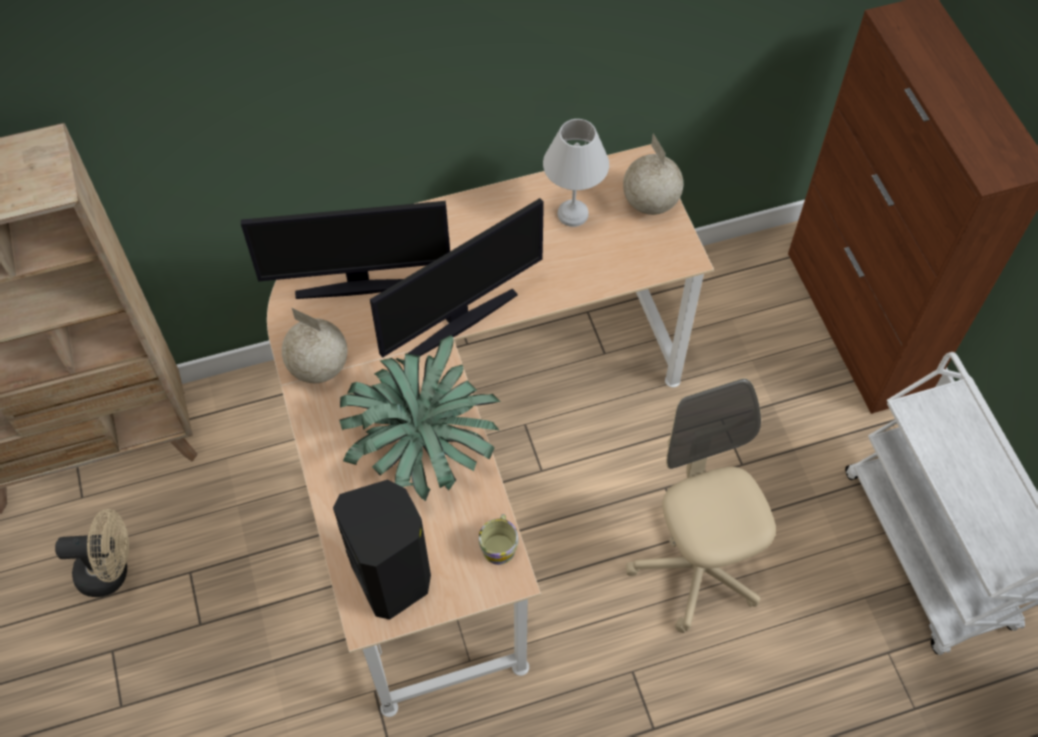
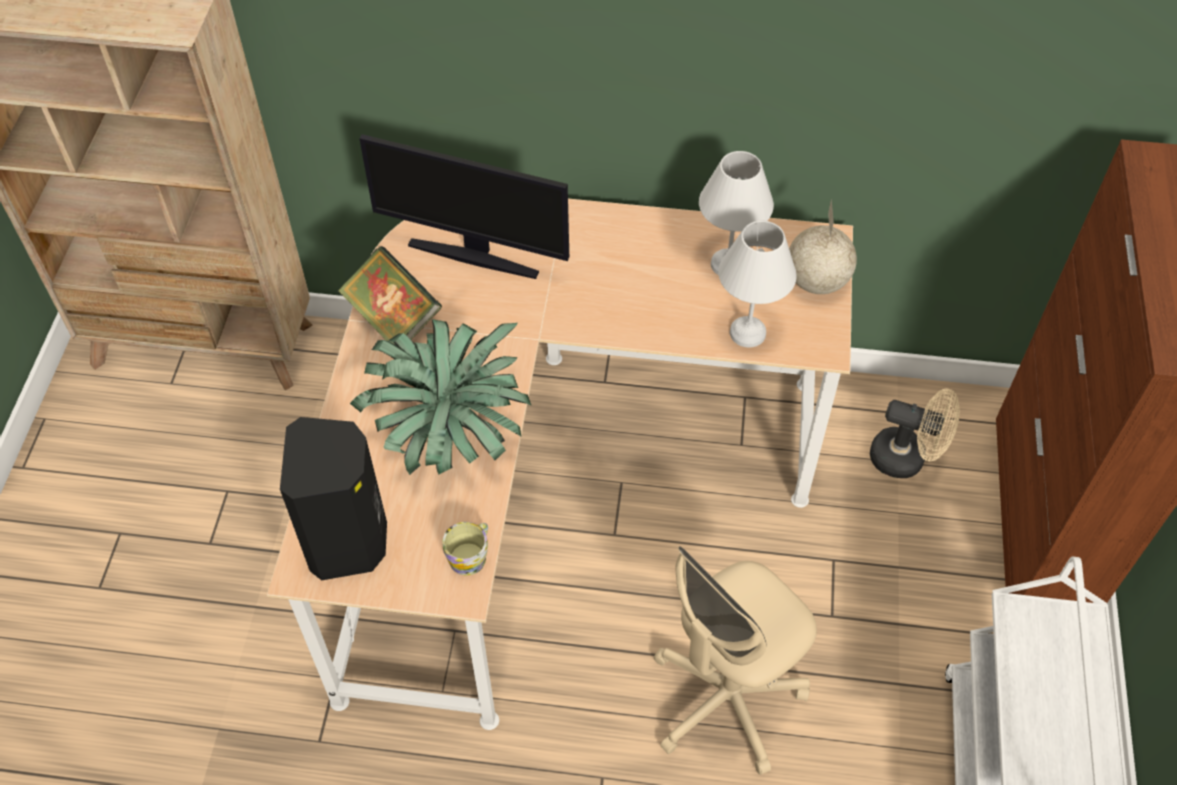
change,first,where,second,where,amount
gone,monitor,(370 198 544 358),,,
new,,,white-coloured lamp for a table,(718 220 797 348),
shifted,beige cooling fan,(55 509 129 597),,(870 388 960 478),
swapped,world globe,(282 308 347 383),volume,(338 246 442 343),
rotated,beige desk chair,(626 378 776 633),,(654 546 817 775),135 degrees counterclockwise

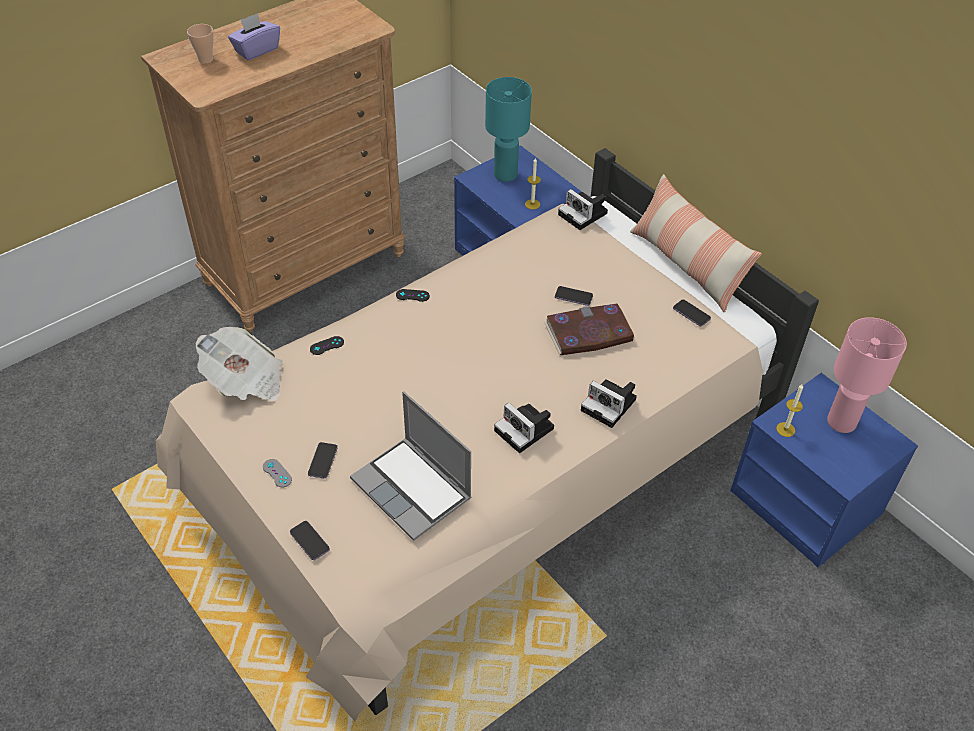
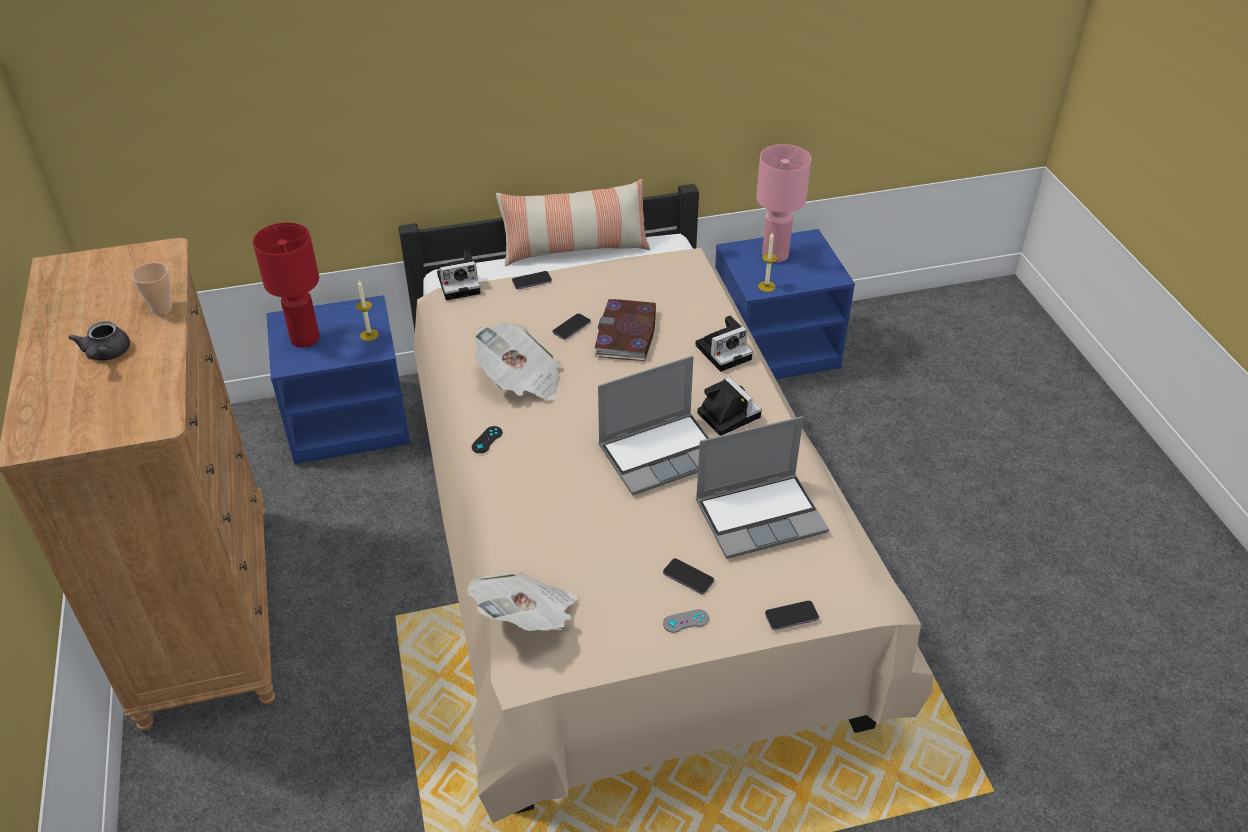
change,first,where,second,where,amount
gone,black gamepad,(310 336 344 355),,,
new,,,printed paper,(474 323 561 400),
new,,,laptop,(598 356 709 495),
shifted,small cup,(187 24 214 63),,(132 263 172 315),
shifted,phone,(673 299 711 326),,(512 271 552 289),
swapped,purple tissue box,(228 13 280 61),grey tea pot,(69 321 130 361),
repainted,turquoise-coloured lamp for a table,(485 77 532 182),red lamp for a table,(253 222 320 348),
rotated,still camera,(494 402 554 453),,(698 377 762 436),105 degrees counterclockwise

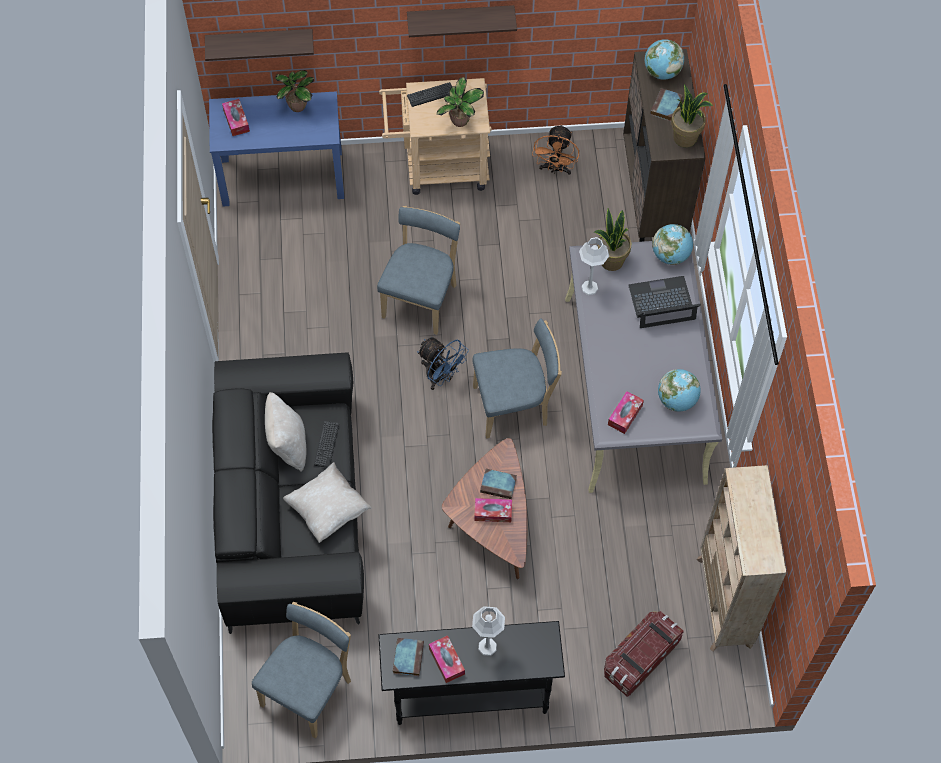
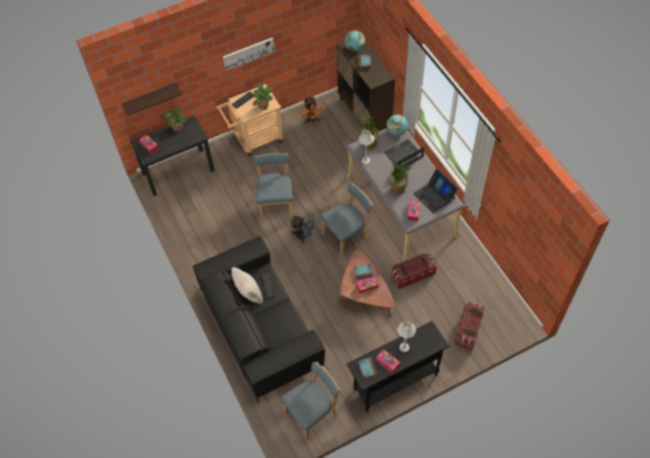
change,first,where,second,where,amount
gone,beige throw pillow,(283 462 372 543),,,
gone,beige bookshelf,(696 465 787 652),,,
new,,,storage bin,(391 253 437 289),
shifted,plant in a pot,(671 84 713 147),,(389 162 411 195),
swapped,bracket shelf,(407 5 517 37),picture,(223 37 275 71),
swapped,world globe,(658 369 701 412),laptop,(413 168 458 214),
repainted,bluish desk,(209 91 344 206),black desk,(130 115 215 196),
rotated,bluish upright chair,(252 602 351 739),,(282 362 340 440),45 degrees clockwise

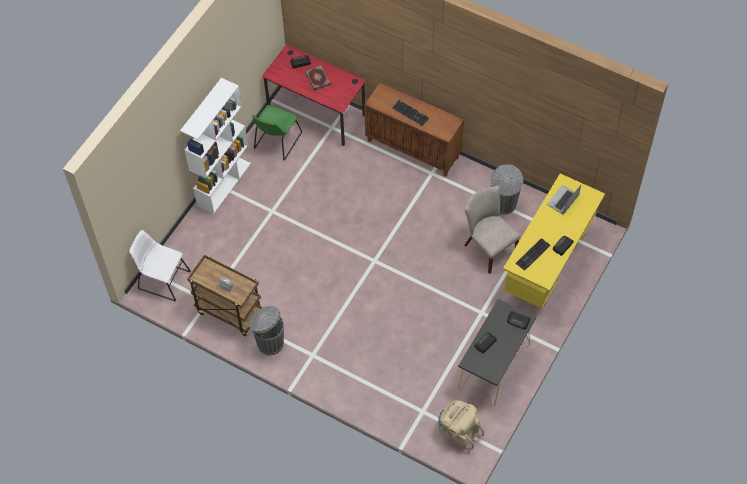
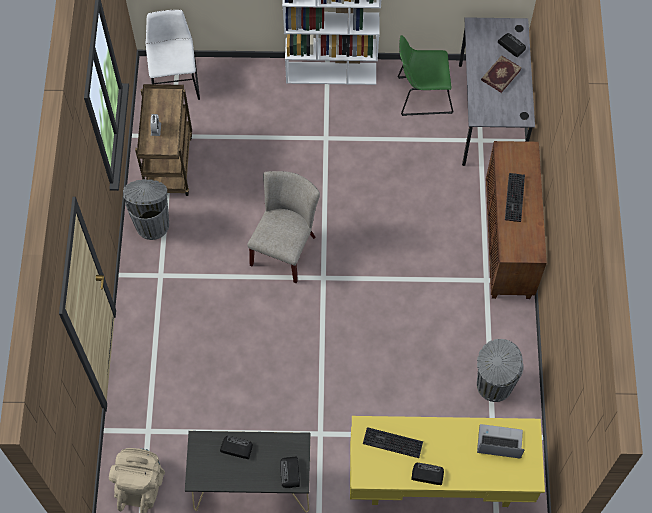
change,first,where,second,where,amount
shifted,beige upright chair,(465 186 521 274),,(247 171 320 283),
repainted,red desk,(262 45 366 146),grey desk,(459 17 535 166),

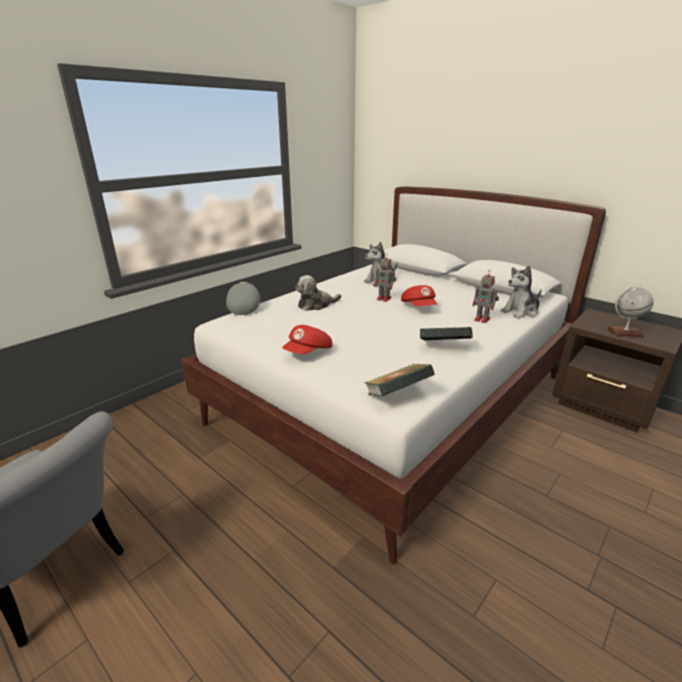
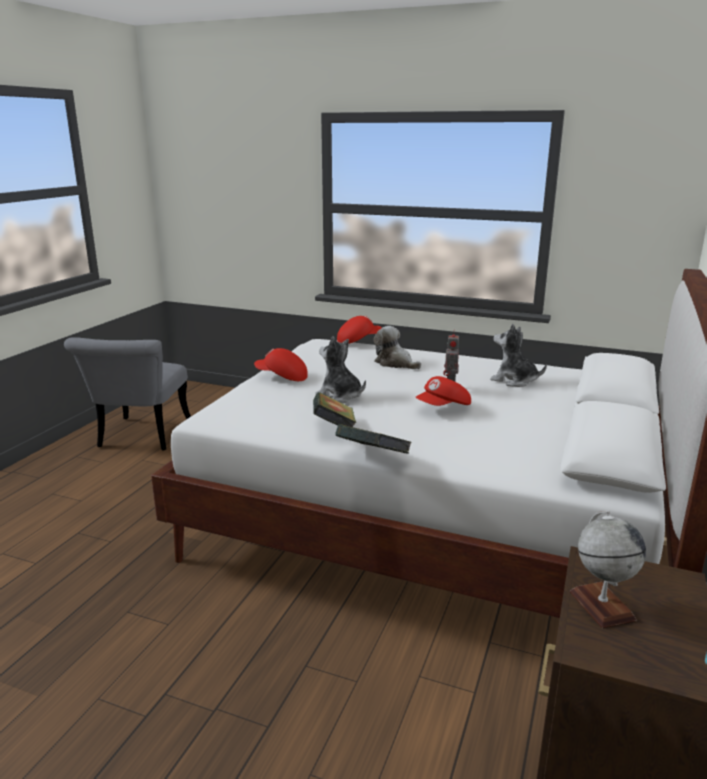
change,first,where,second,where,amount
gone,toy robot,(472 273 499 323),,,
shifted,volume,(364 364 435 397),,(335 424 412 454),
shifted,plush toy,(501 265 542 318),,(315 336 366 403),
repainted,grey peaked cap,(226 282 260 315),red peaked cap,(337 316 382 344),

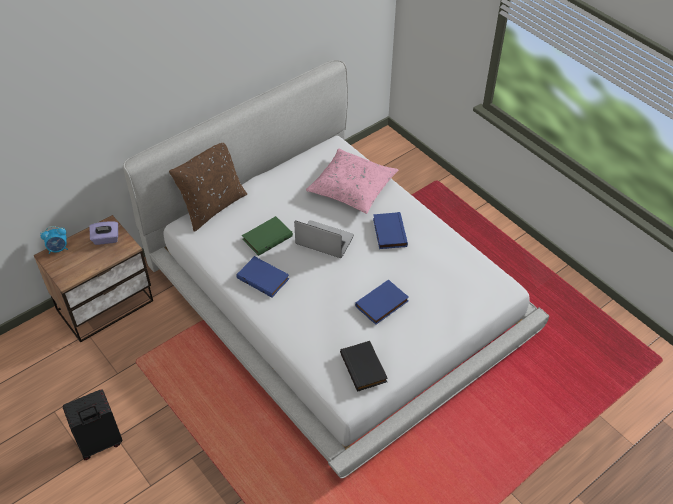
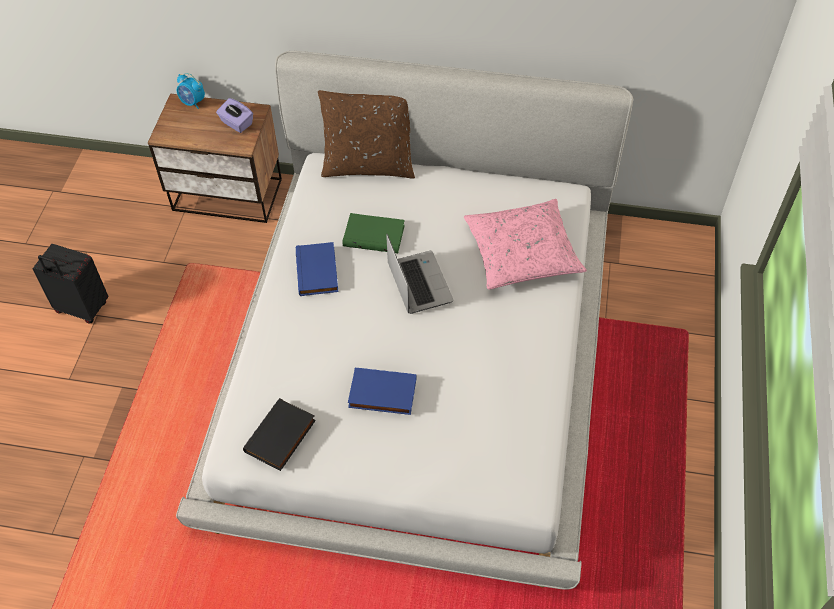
change,first,where,second,where,amount
gone,bluish volume,(373 212 408 249),,,

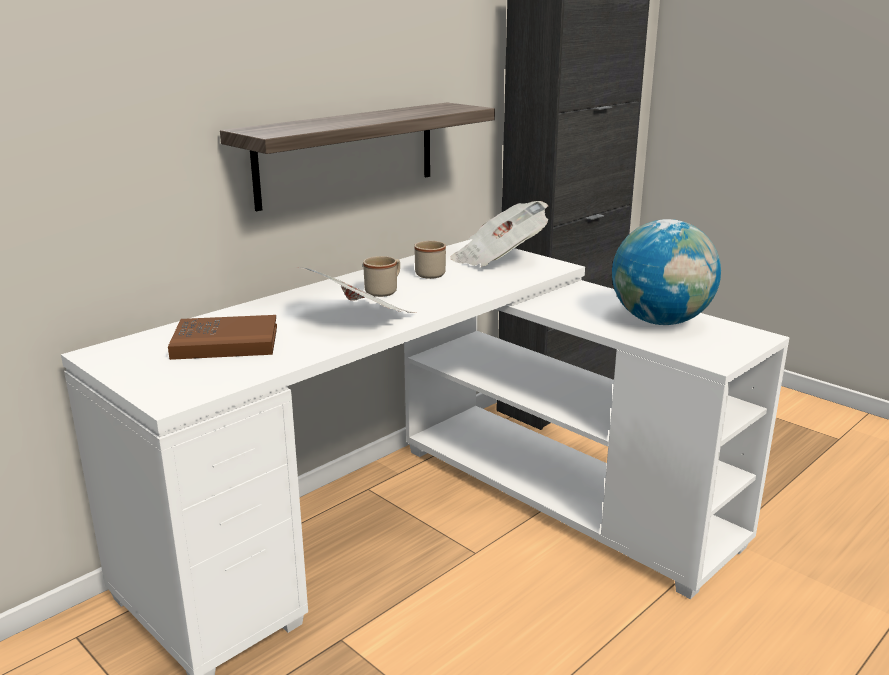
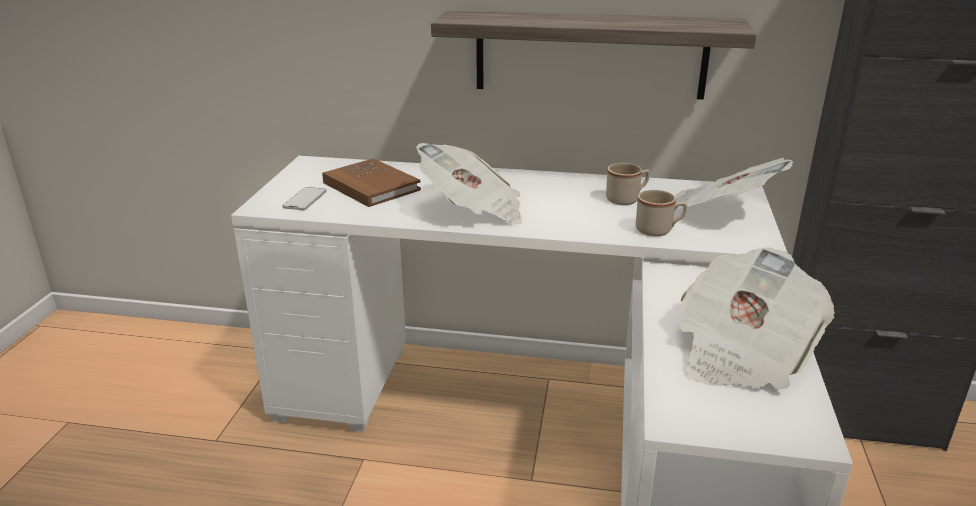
change,first,where,second,where,amount
new,,,phone,(283 187 327 210),
shifted,beige mug,(363 256 400 297),,(636 190 687 237),
swapped,world globe,(612 219 721 325),printed paper,(679 247 835 390),

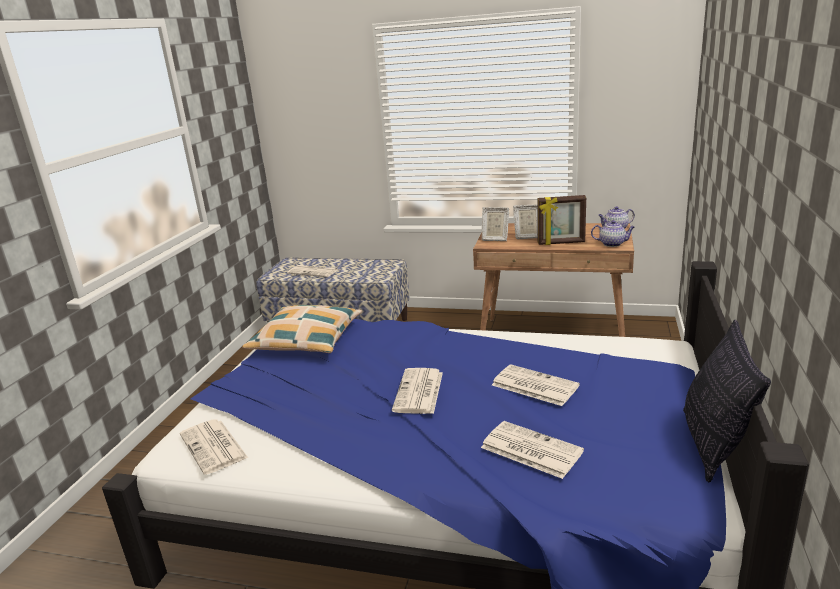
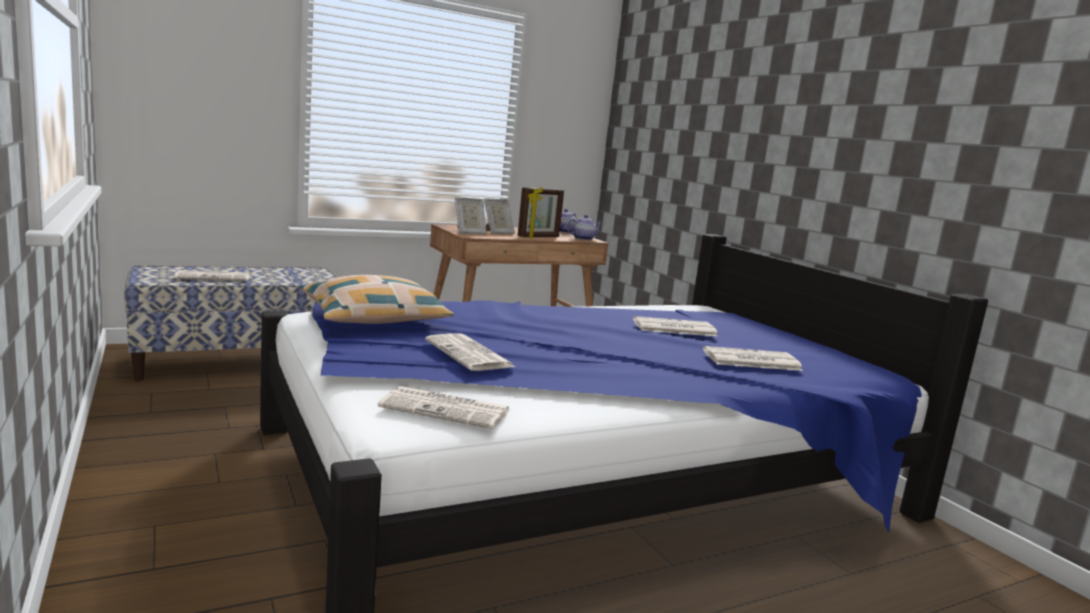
change,first,where,second,where,amount
gone,throw pillow,(683 320 771 483),,,
shifted,printed paper,(392 368 443 414),,(425 334 515 371),

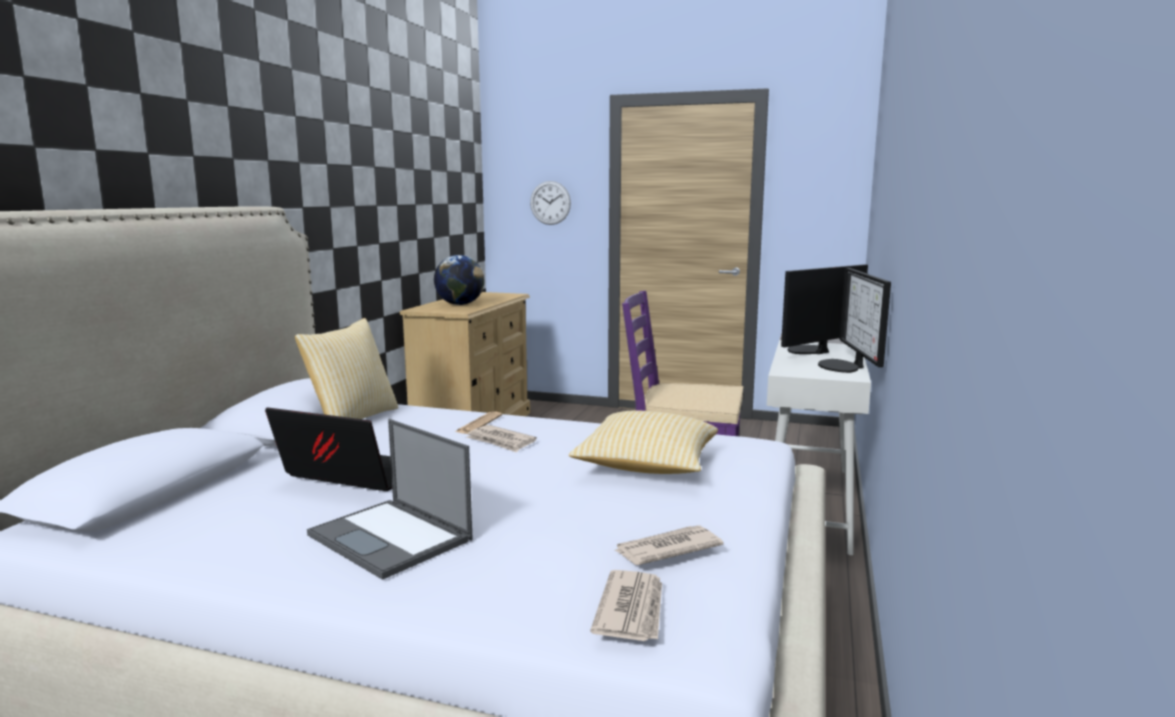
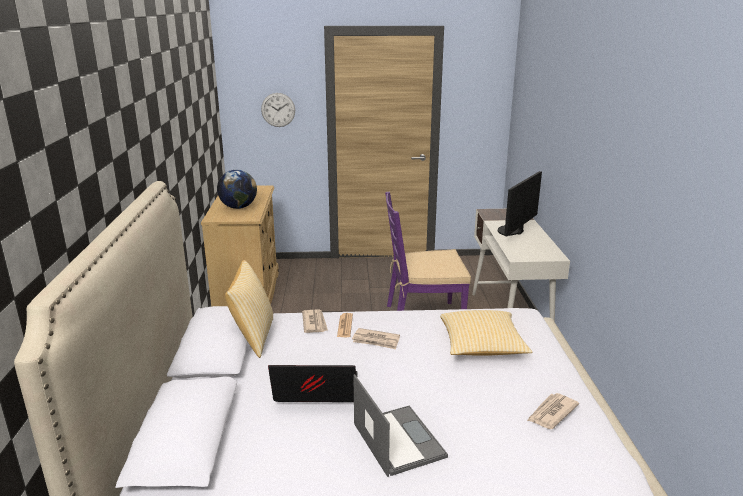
change,first,where,second,where,amount
gone,monitor,(818 268 891 373),,,
shifted,printed paper,(590 570 662 641),,(302 310 328 333),
rotated,laptop,(307 419 473 580),,(353 374 448 477),135 degrees counterclockwise

